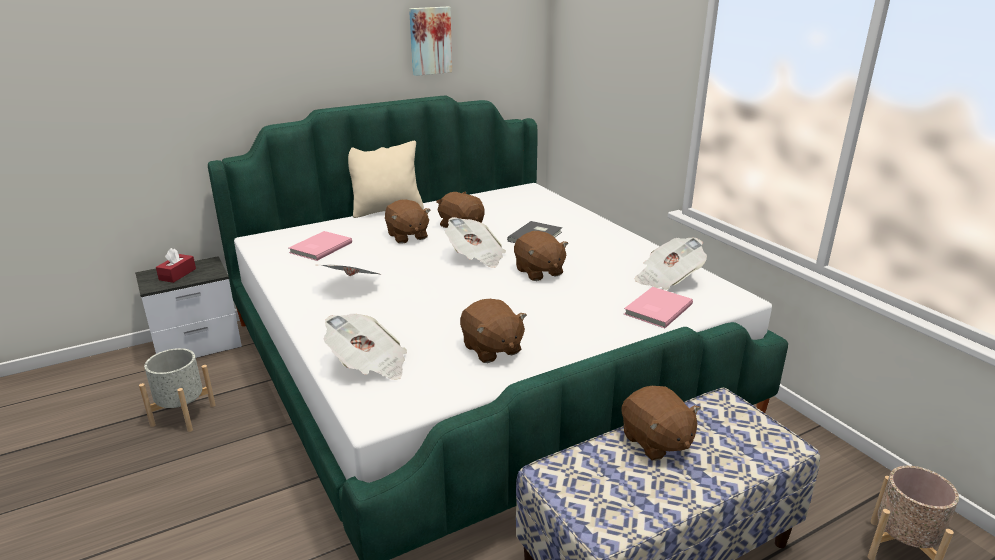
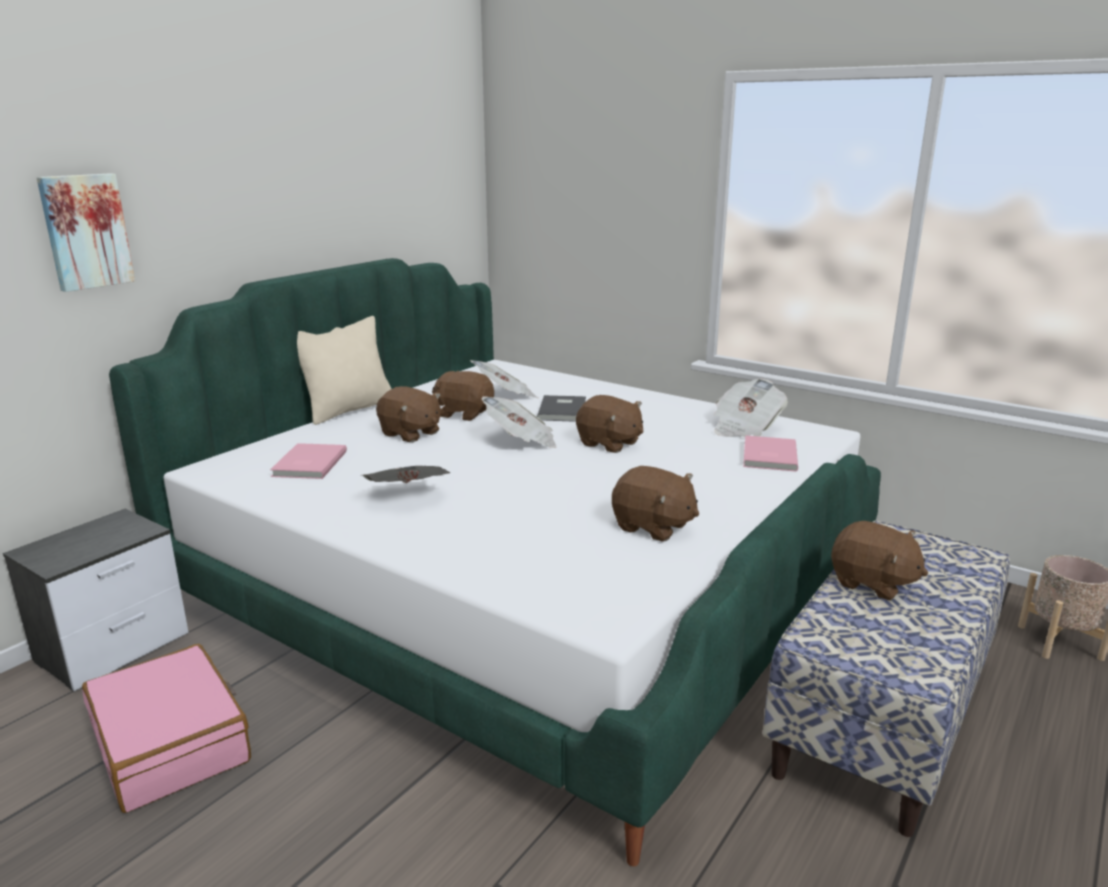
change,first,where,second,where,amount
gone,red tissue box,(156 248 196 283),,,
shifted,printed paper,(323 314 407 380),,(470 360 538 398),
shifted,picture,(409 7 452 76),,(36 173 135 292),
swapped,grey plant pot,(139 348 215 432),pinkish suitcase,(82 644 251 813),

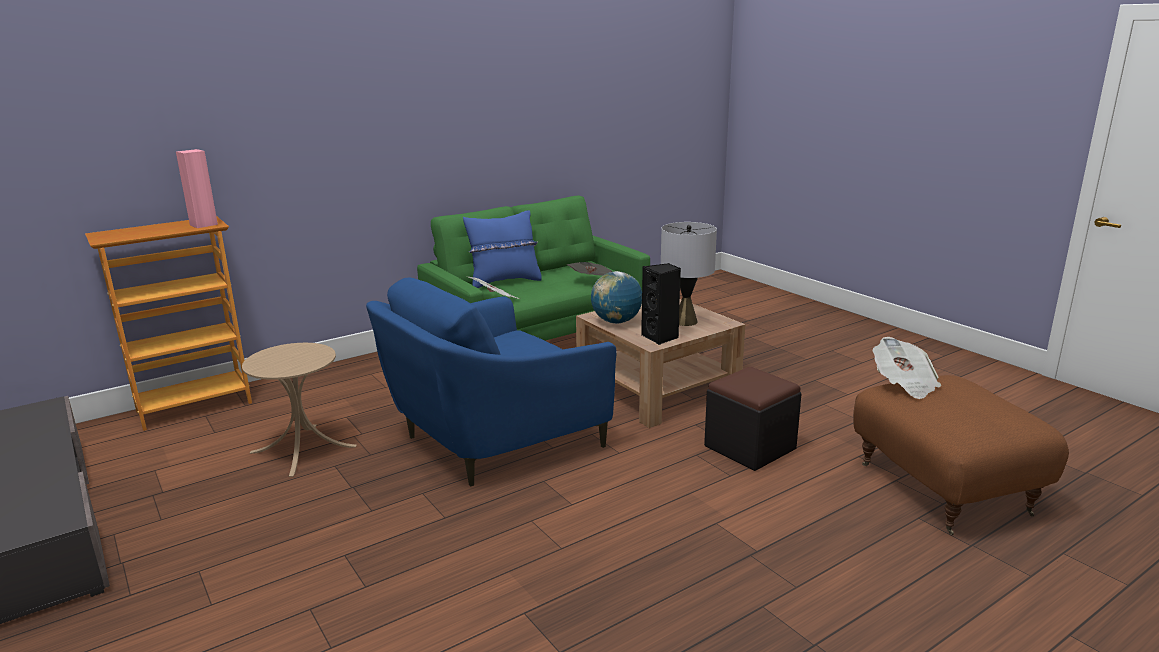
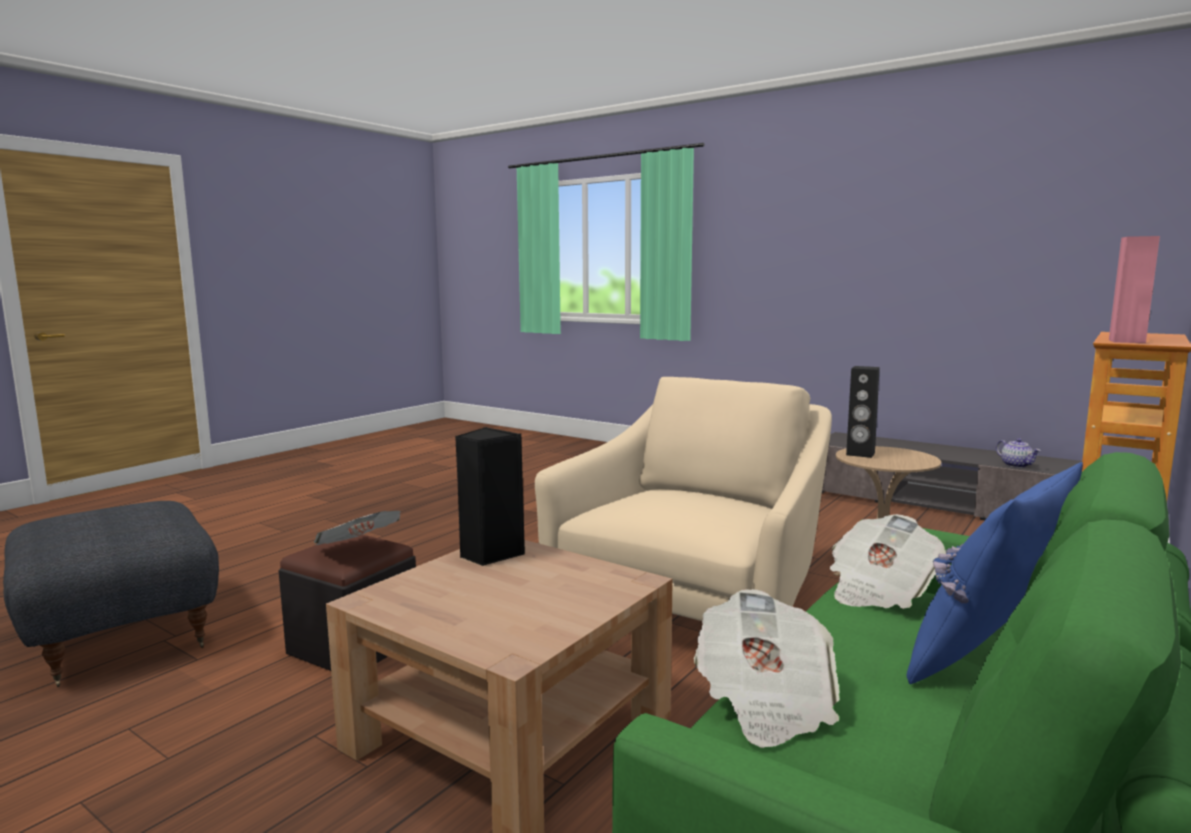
change,first,where,second,where,amount
gone,world globe,(591 271 642 324),,,
gone,grey lamp for a table,(661 222 717 326),,,
new,,,black audio speaker,(846 366 880 458),
new,,,tea pot,(996 438 1041 468),
shifted,printed paper,(873 337 941 399),,(314 511 401 545),
repainted,bluish lounge chair,(366 278 617 486),beige lounge chair,(535 377 832 621),
repainted,brown-coloured pouffe,(853 375 1069 535),grey pouffe,(3 501 219 687),

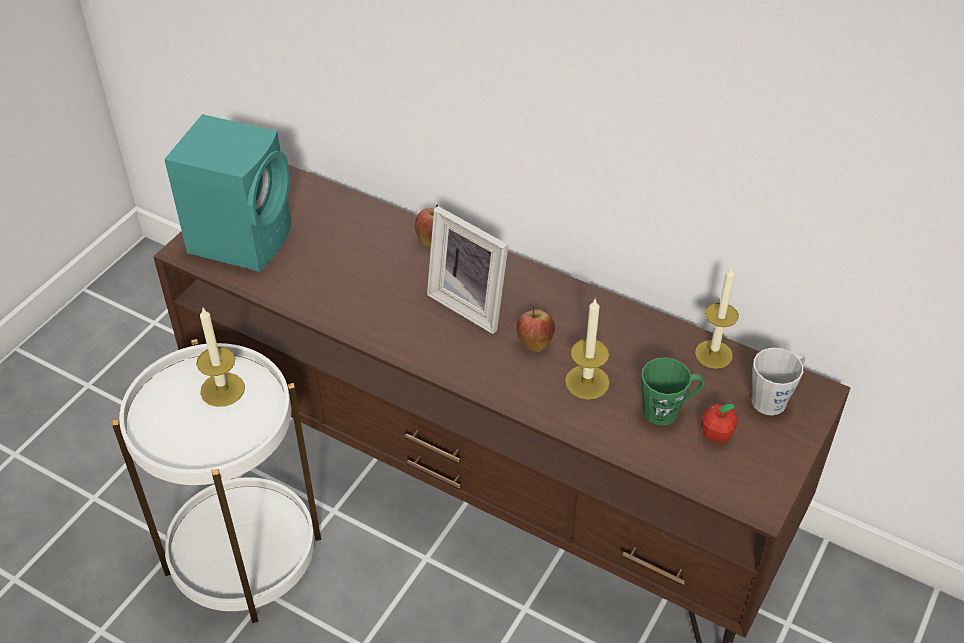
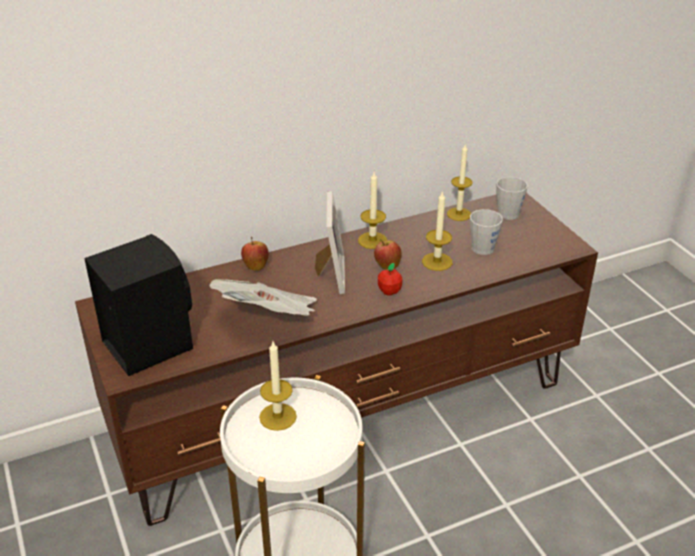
change,first,where,second,where,amount
new,,,printed paper,(210 279 317 316),
new,,,candle,(358 172 387 249),
shifted,apple,(701 404 738 443),,(378 263 402 295),
repainted,turquoise-coloured audio speaker,(164 114 292 272),black audio speaker,(84 234 193 376),
repainted,green mug,(641 357 704 426),grey mug,(470 209 503 255),
rotated,standing frame,(427 206 508 334),,(315 191 345 294),75 degrees counterclockwise

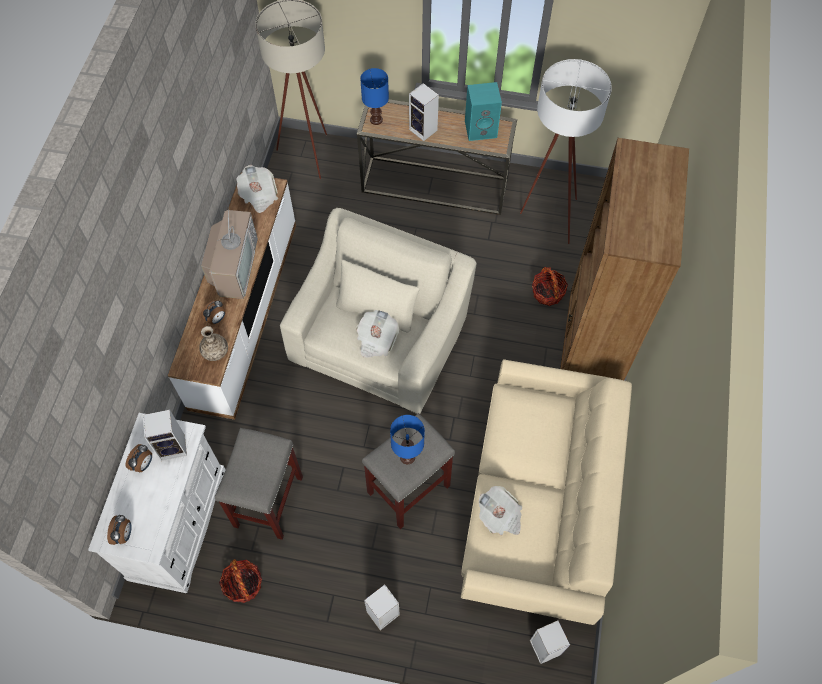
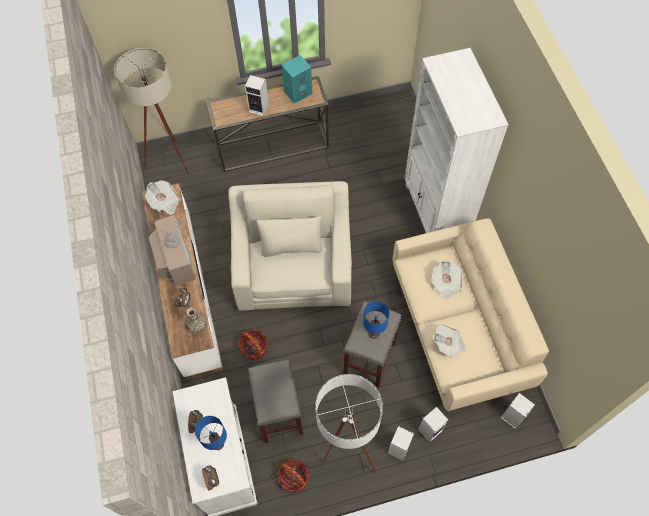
change,first,where,second,where,amount
shifted,audio speaker,(143 410 187 461),,(418 407 448 443),
shifted,printed paper,(356 310 399 358),,(431 260 463 300),
shifted,bluish lamp for a table,(360 68 389 125),,(195 416 227 450),
shifted,white-coloured floor lamp,(520 59 612 244),,(315 374 383 475),
shifted,basket,(532 267 568 306),,(239 330 268 360),
repainted,brown-coloured bookshelf,(560 138 689 380),white-coloured bookshelf,(405 48 509 233),

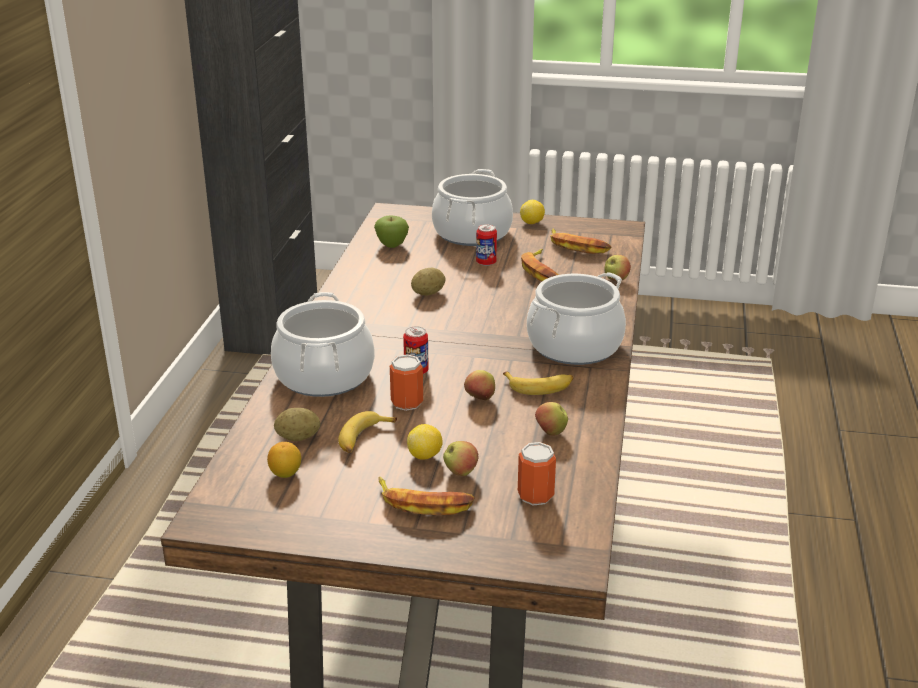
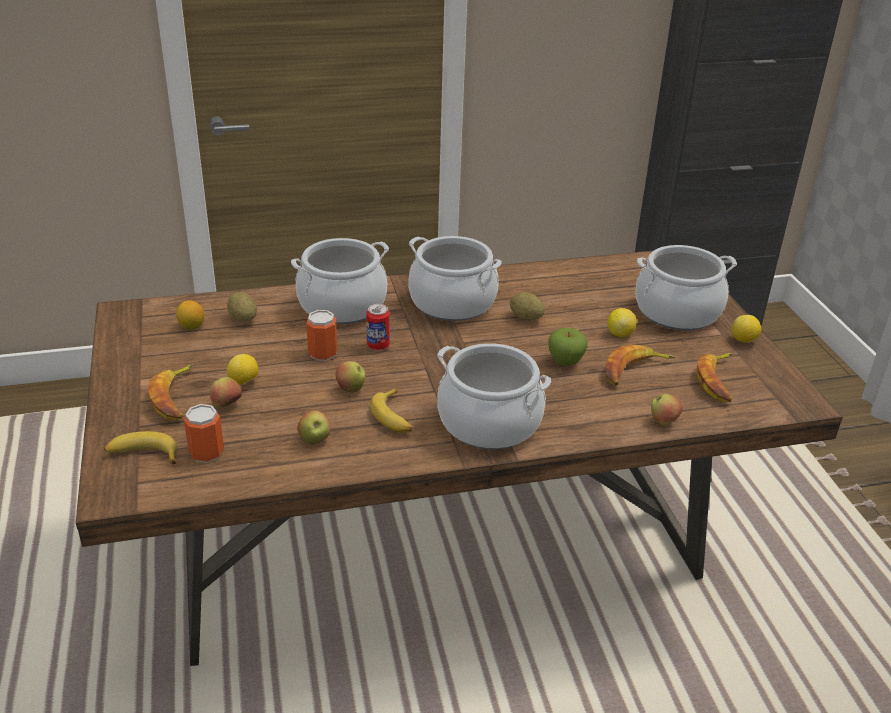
change,first,where,second,where,amount
new,,,cooking pot,(408 236 502 321),
shifted,whole banana,(338 411 397 453),,(104 431 177 464),
shifted,apple,(374 216 409 248),,(548 328 588 366),
swapped,can,(476 224 497 266),citrus fruit,(608 308 637 337),

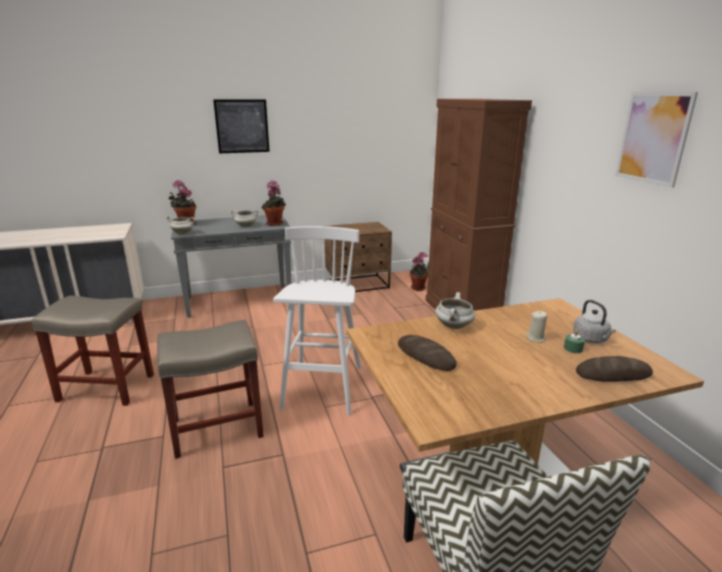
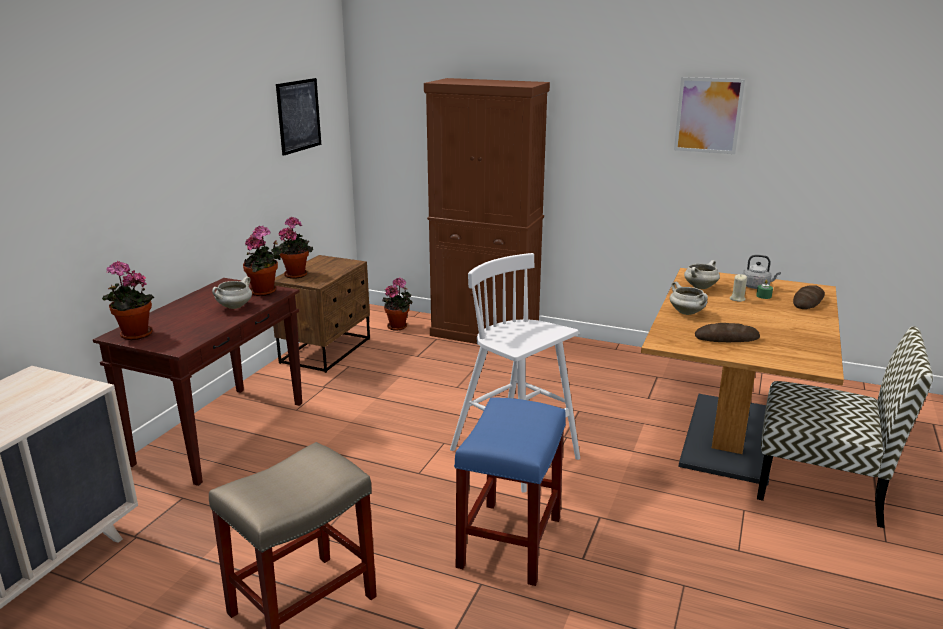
change,first,where,second,where,amount
new,,,plant in a pot,(275 216 313 279),
shifted,white-coloured cooking pot,(167 216 195 235),,(684 260 720 289),
shifted,picture,(213 99 270 153),,(276 78 321 156),
repainted,beige stool seat,(157 320 264 459),bluish stool seat,(454 397 566 586),
repainted,grey hall table,(171 215 291 318),brown-coloured hall table,(93 278 302 486),

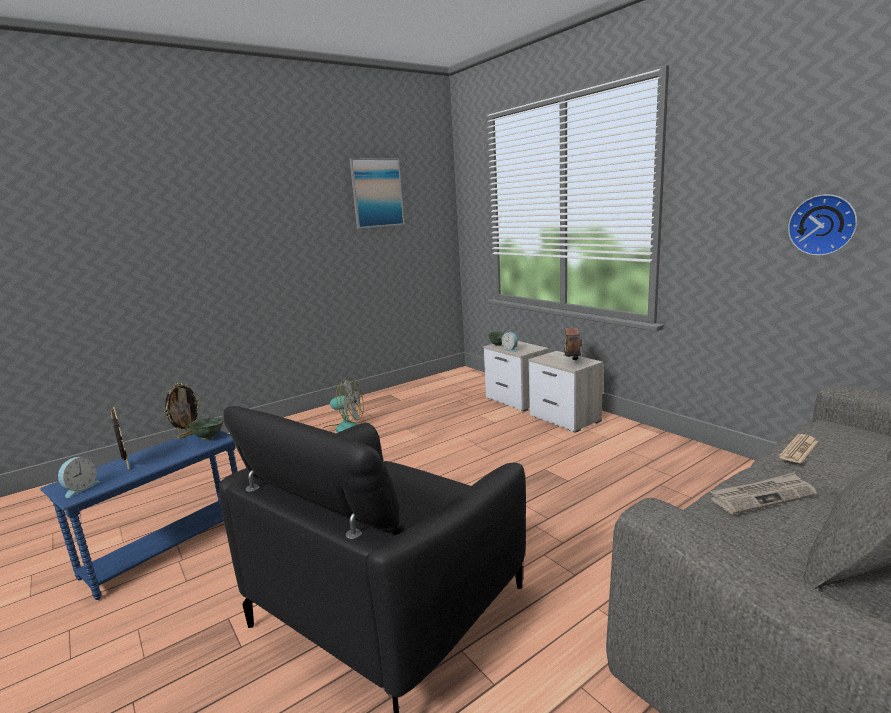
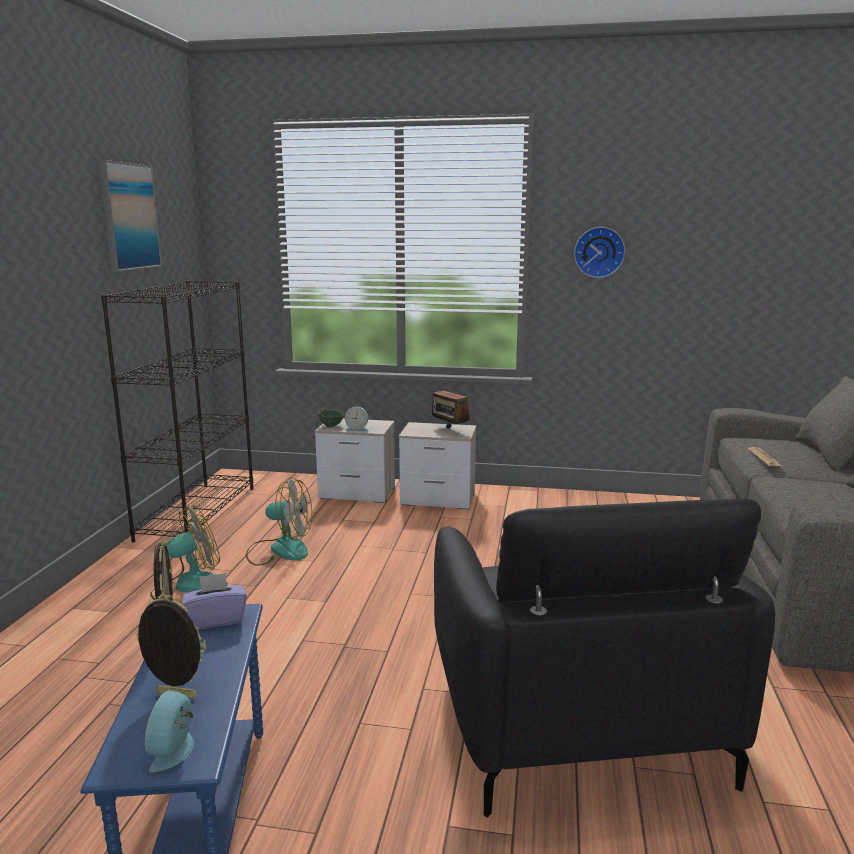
change,first,where,second,where,amount
gone,printed paper,(710 472 817 515),,,
new,,,black bookshelf,(101 281 253 542),
new,,,cooling fan,(246 477 312 566),
shifted,wall clock,(788 194 857 256),,(574 227 625 278),
swapped,green serving bowl,(189 418 223 440),purple tissue box,(182 573 247 630),
rotated,bedside clock,(58 457 100 498),,(145 690 194 772),150 degrees counterclockwise

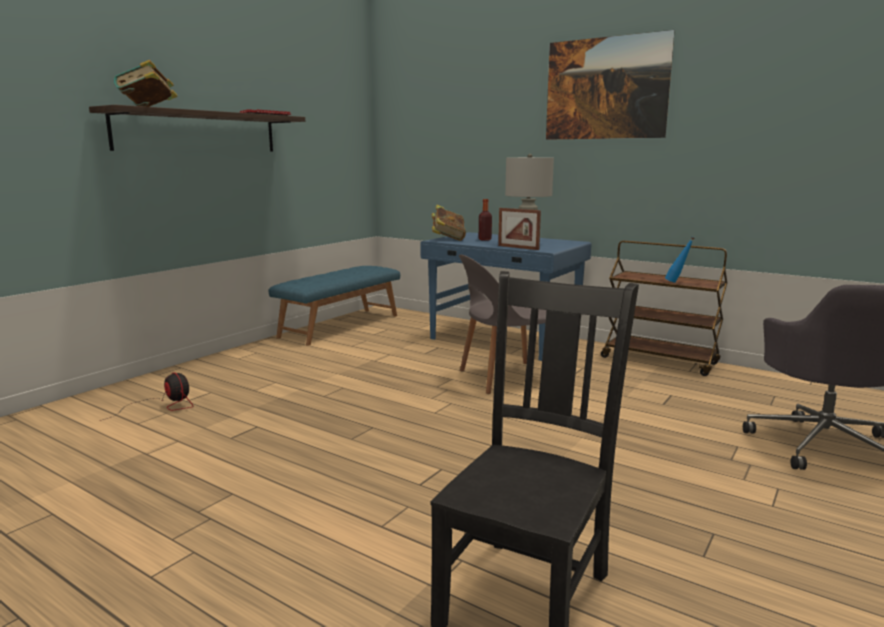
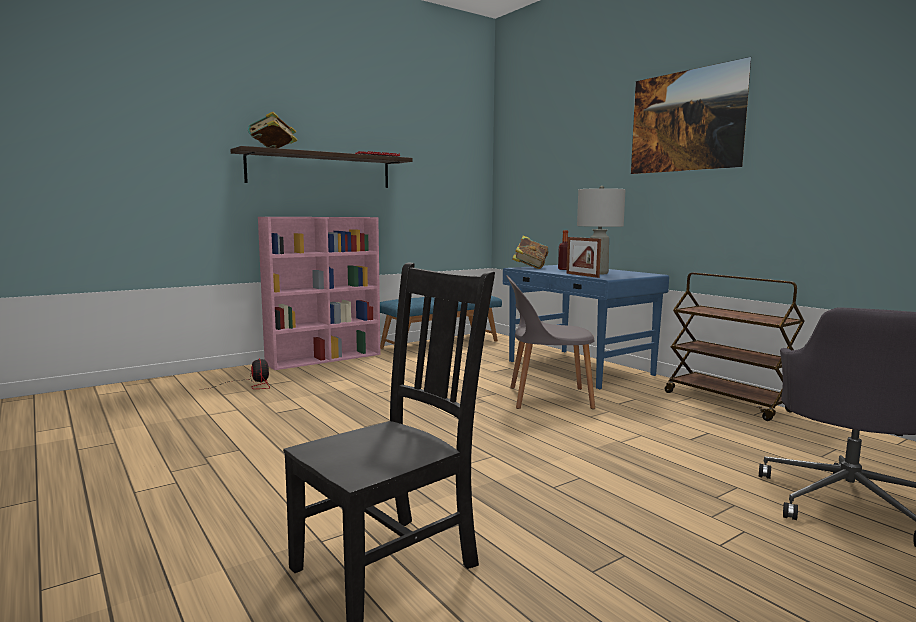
change,first,where,second,where,amount
gone,bluish drink bottle,(665 237 694 283),,,
new,,,pinkish bookshelf,(258 217 380 370),

